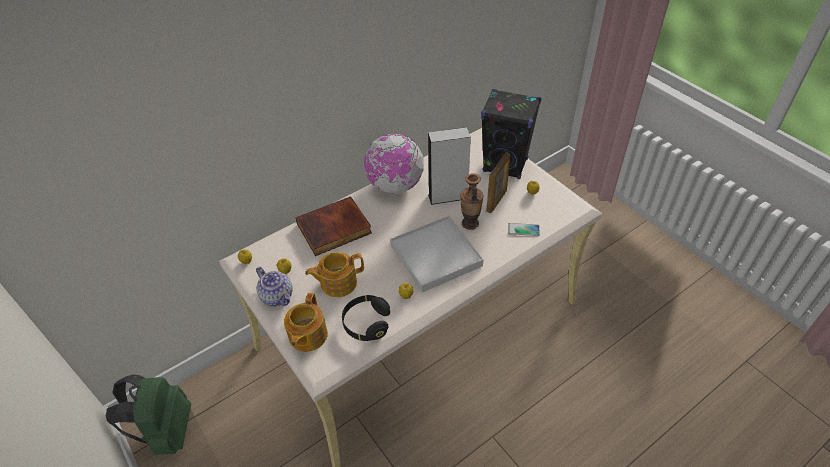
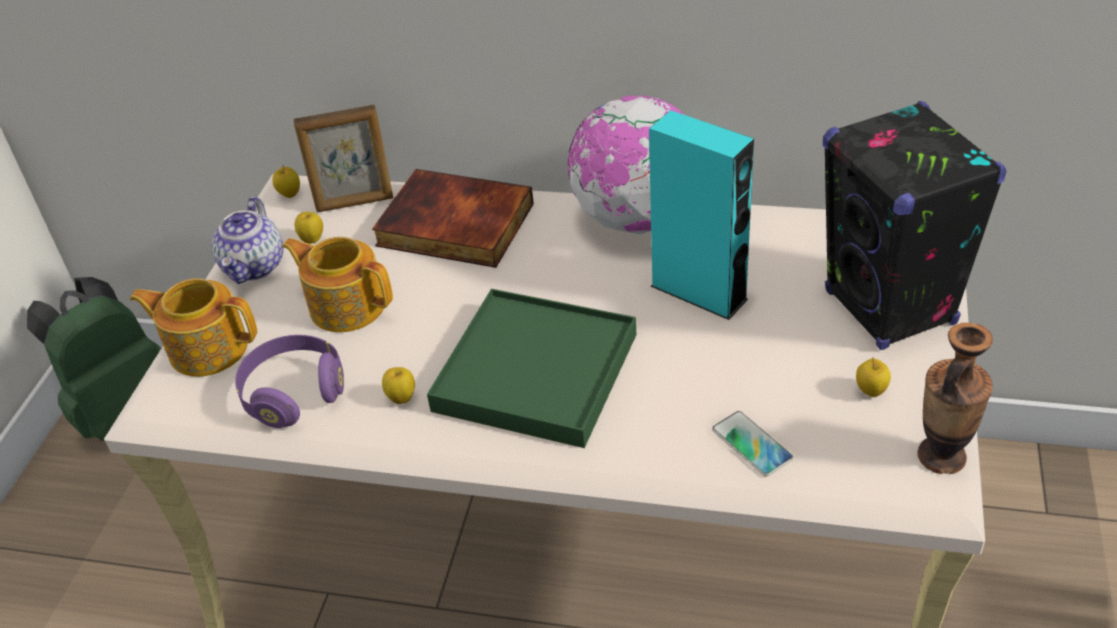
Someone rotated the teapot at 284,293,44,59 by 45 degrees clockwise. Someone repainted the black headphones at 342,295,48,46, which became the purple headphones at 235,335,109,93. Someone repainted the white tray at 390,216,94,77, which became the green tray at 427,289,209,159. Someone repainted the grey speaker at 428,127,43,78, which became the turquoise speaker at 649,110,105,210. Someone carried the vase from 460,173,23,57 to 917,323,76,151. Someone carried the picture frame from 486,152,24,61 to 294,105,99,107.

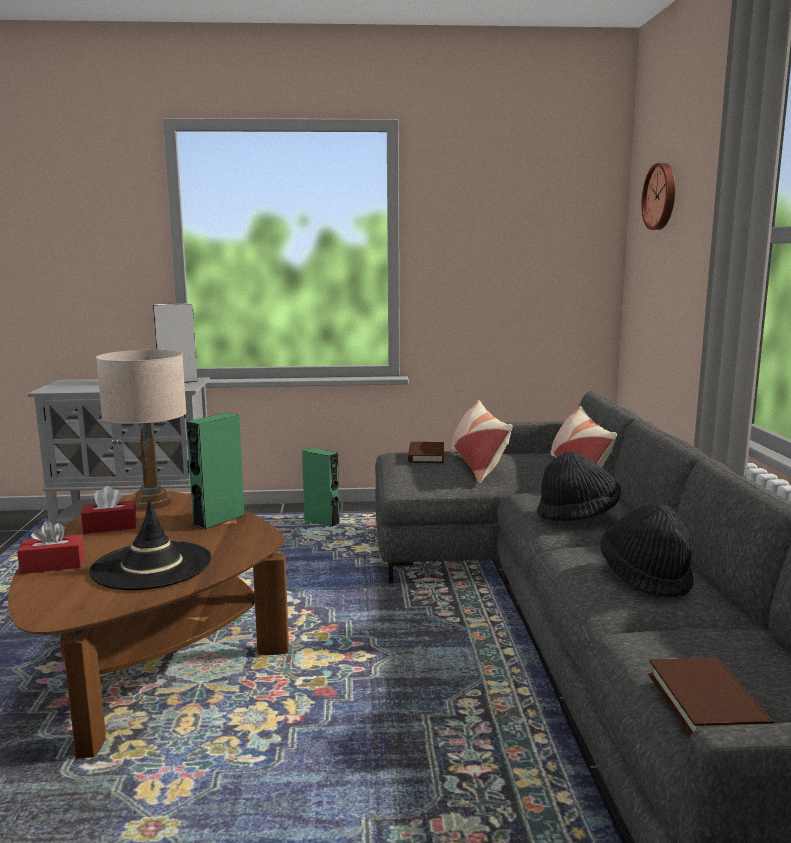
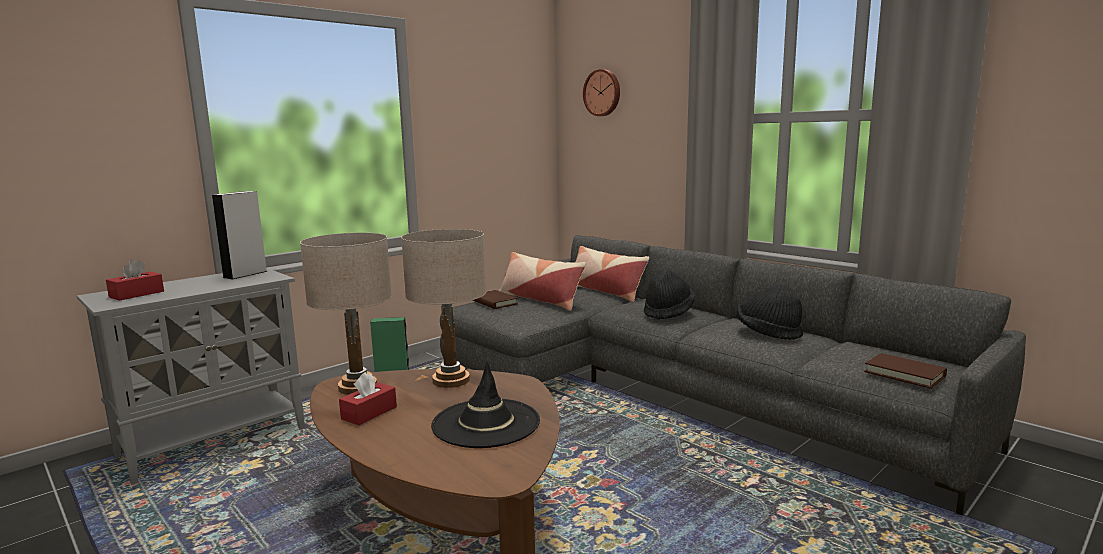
Someone carried the red tissue box from 17,521,67,53 to 106,259,58,42. Someone swapped the green speaker at 186,413,59,117 for the beige table lamp at 401,229,85,159.

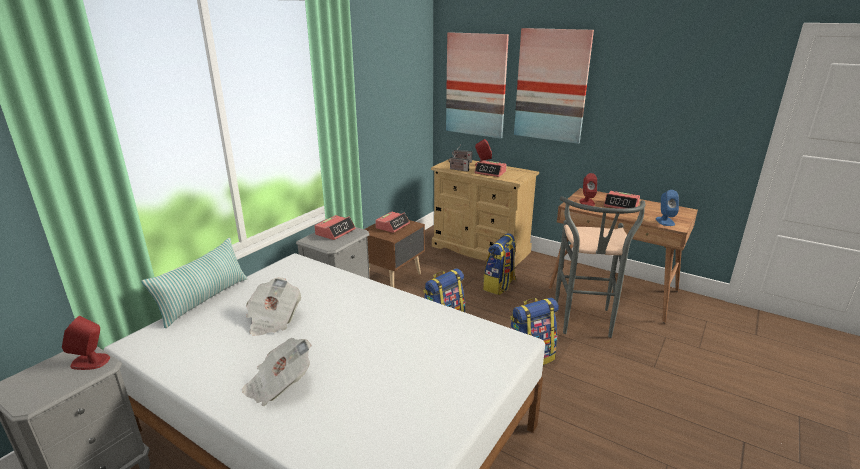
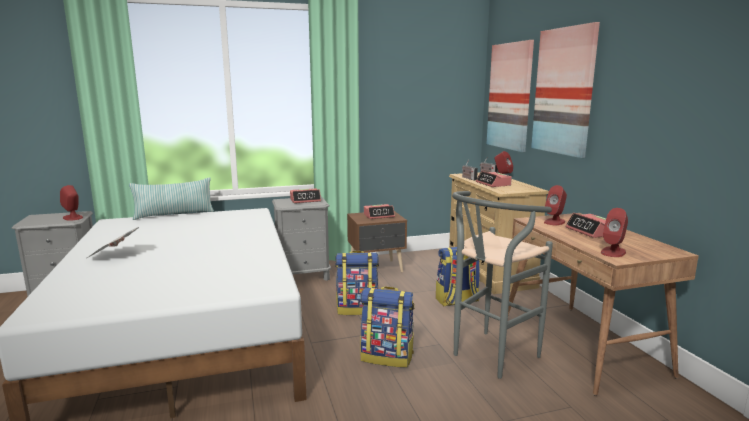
Someone took away the newspaper at 246,278,55,58. Someone repainted the blue speaker at 656,190,23,36, which became the red speaker at 601,208,27,49.

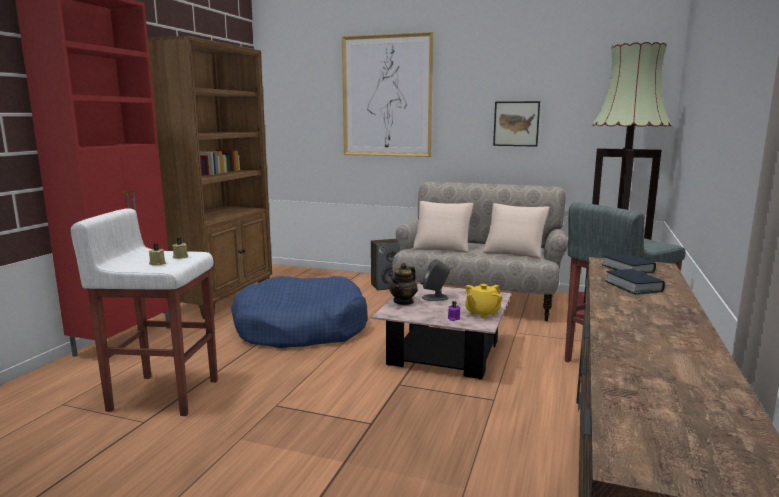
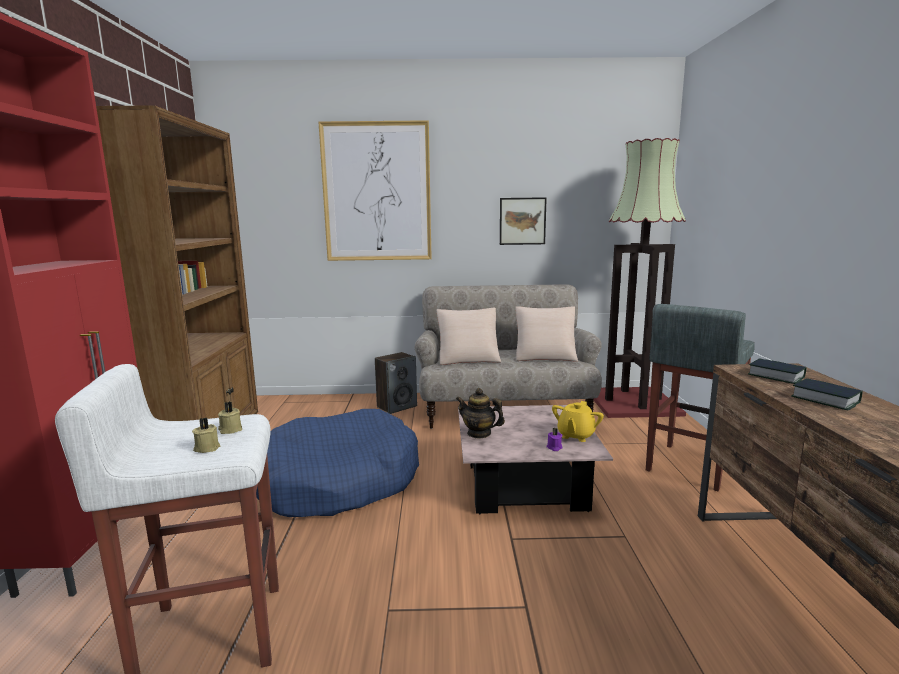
Someone rotated the teapot at 389,263,29,42 by 105 degrees clockwise. Someone took away the grey speaker at 422,259,28,42.

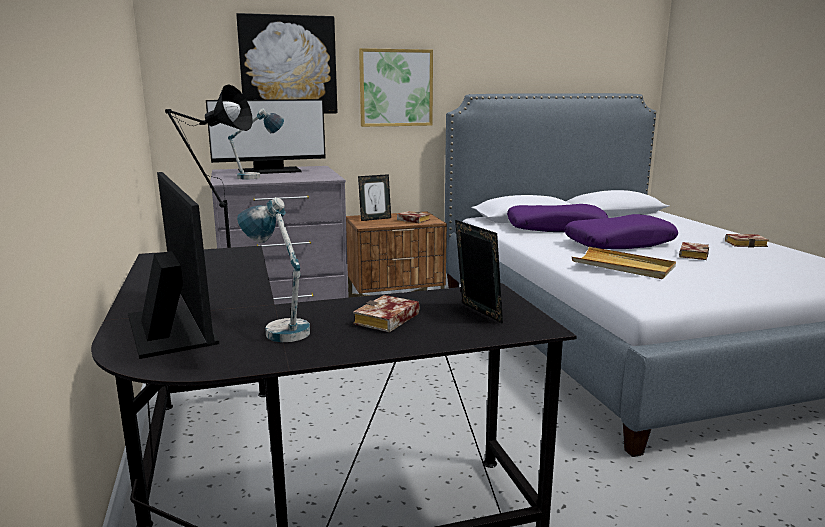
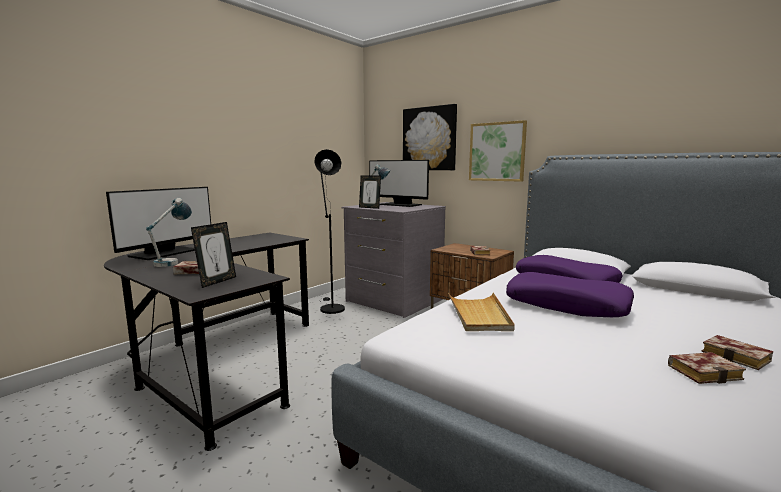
Someone carried the picture frame from 358,174,33,47 to 359,175,22,34. Someone carried the book from 679,242,30,18 to 668,352,78,32.

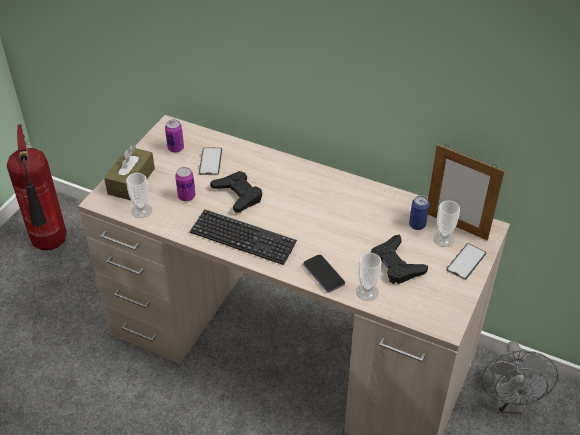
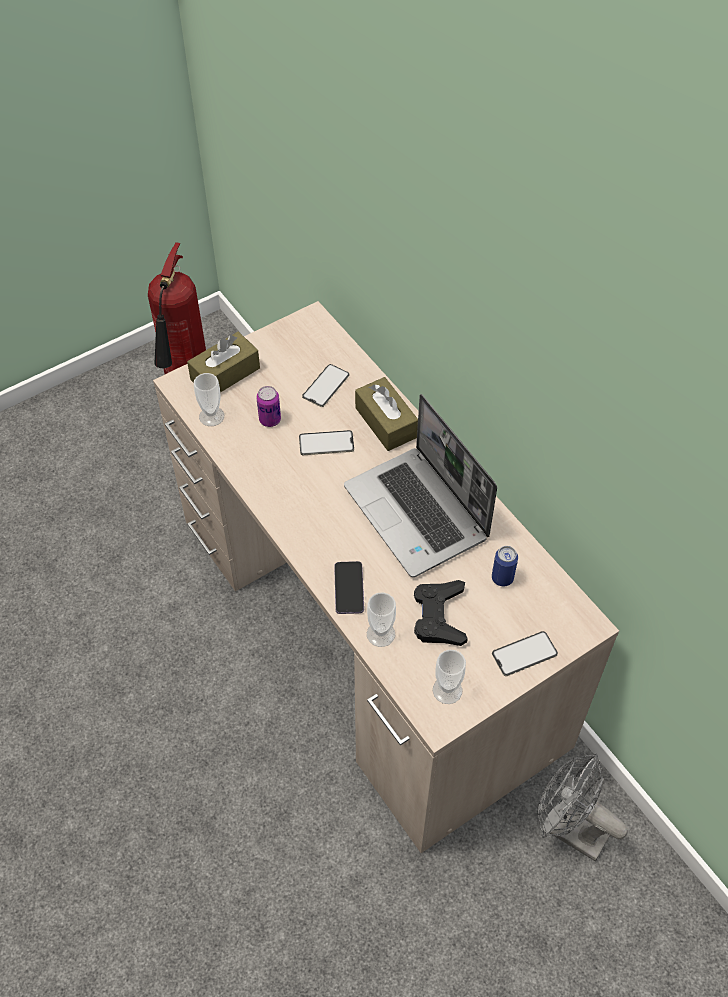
Someone took away the can at 165,119,19,33. Someone took away the keyboard at 190,209,107,56. Someone swapped the black game controller at 210,171,52,42 for the phone at 299,430,55,25. Someone took away the picture frame at 428,144,77,97. Someone carried the cup from 433,201,27,46 to 433,650,33,54. Someone rotated the grey fan at 482,341,76,73 by 90 degrees clockwise. Someone put down the laptop at 344,394,153,183. Someone put down the brown tissue box at 355,377,63,74.

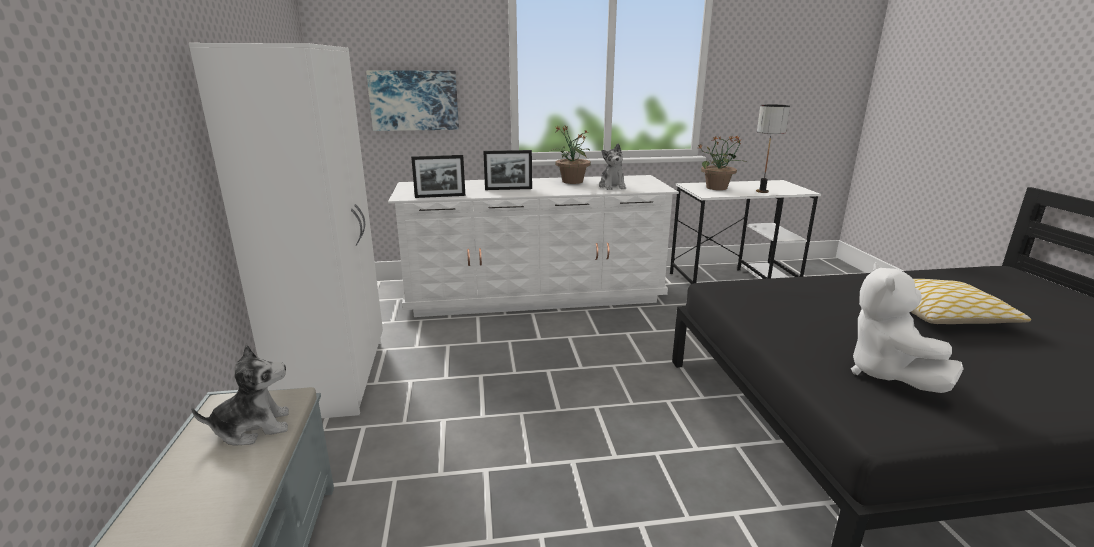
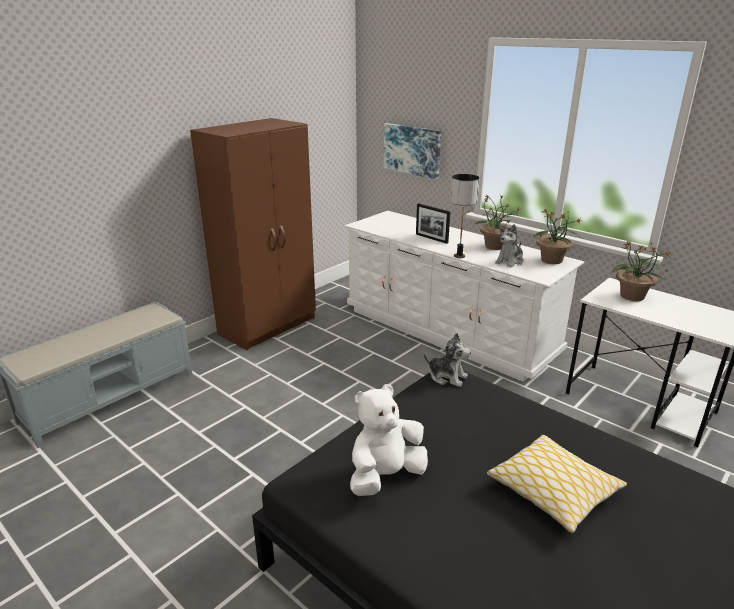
Someone repainted the white wardrobe at 189,43,194,375, which became the brown wardrobe at 190,118,126,232. Someone carried the plush toy from 191,344,98,101 to 424,333,47,54. Someone took away the picture frame at 411,155,55,43. Someone carried the table lamp from 756,104,34,89 to 450,174,29,84. Someone put down the potted plant at 533,208,49,56.

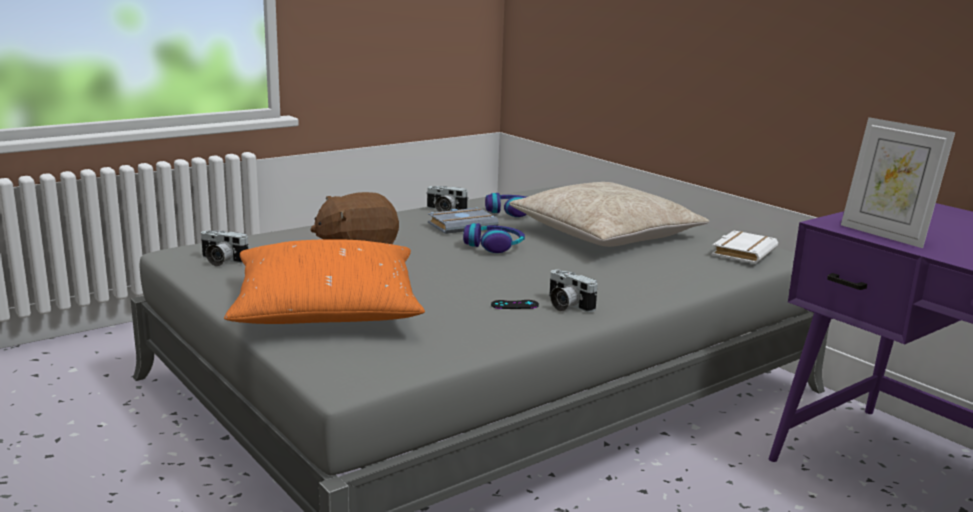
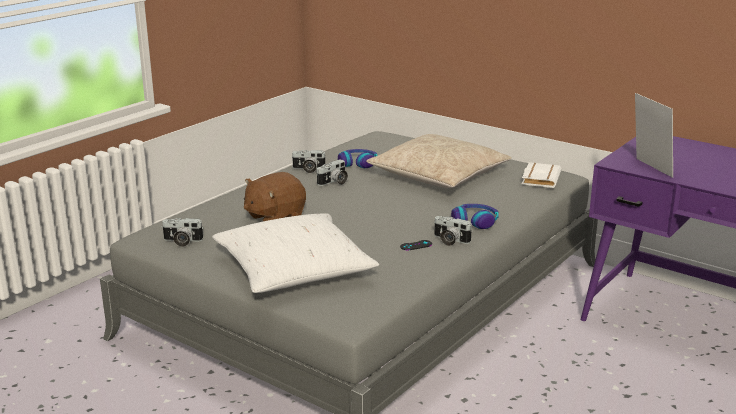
Someone repainted the orange pillow at 224,239,201,85, which became the white pillow at 212,213,167,80. Someone swapped the grey book at 428,208,71,26 for the photo camera at 317,159,31,27. Someone carried the headphones from 463,223,62,30 to 451,204,48,25. Someone rotated the picture frame at 841,117,114,131 by 150 degrees counterclockwise.

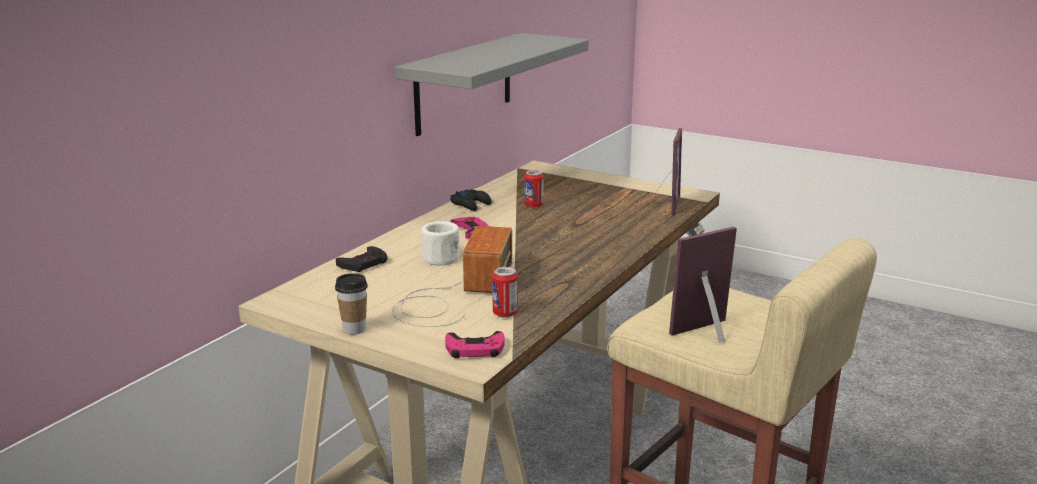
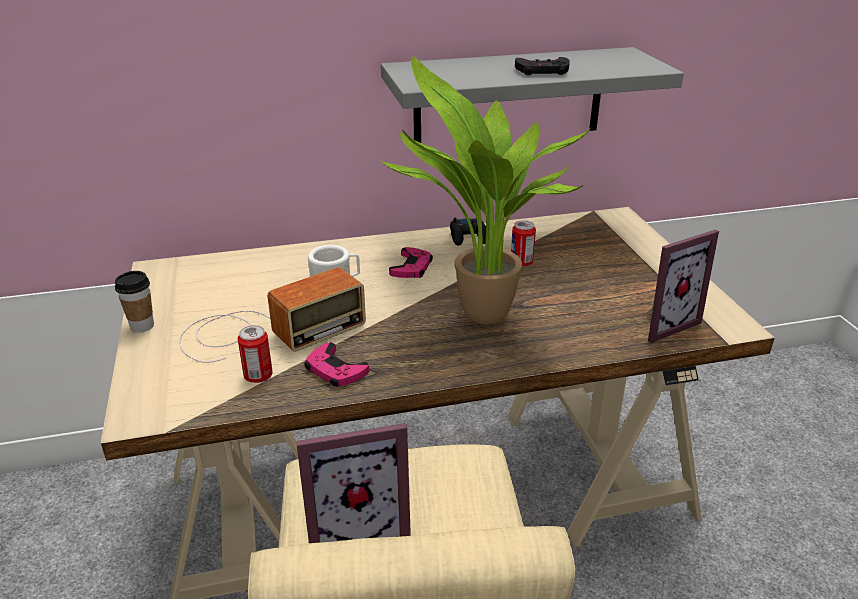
Someone carried the black game controller from 336,246,52,26 to 515,57,55,18. Someone carried the pink game controller from 445,331,60,27 to 304,342,65,45. Someone rotated the picture frame at 669,227,68,116 by 150 degrees clockwise. Someone put down the potted plant at 378,57,214,268.

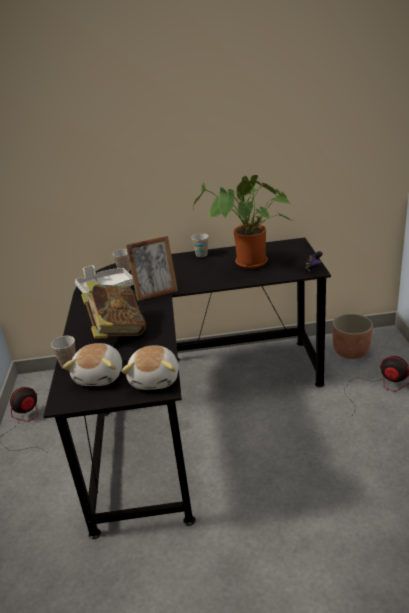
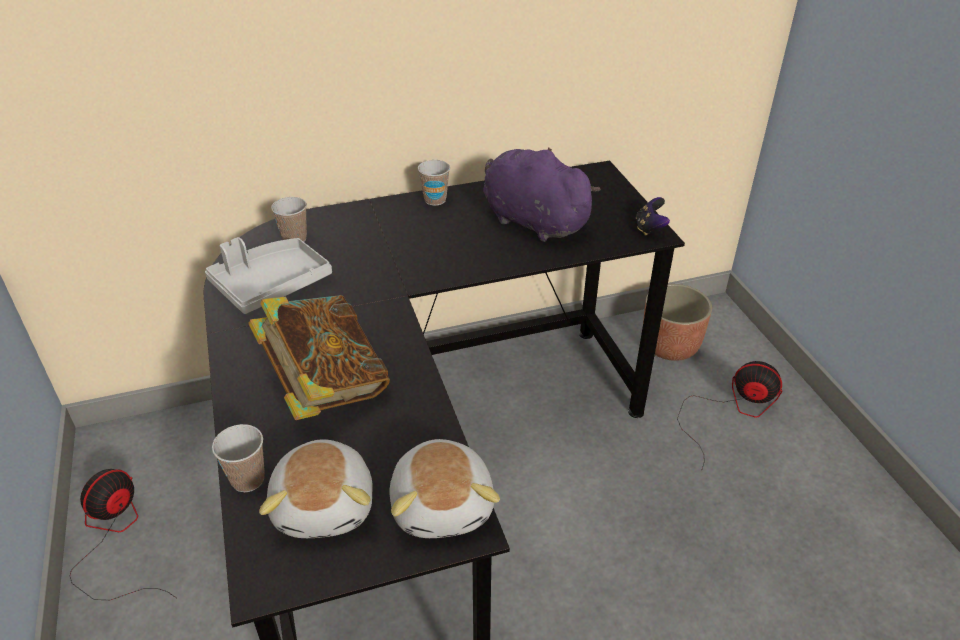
Someone took away the picture frame at 126,235,52,66. Someone swapped the potted plant at 193,175,98,94 for the purple plush toy at 483,147,118,95.

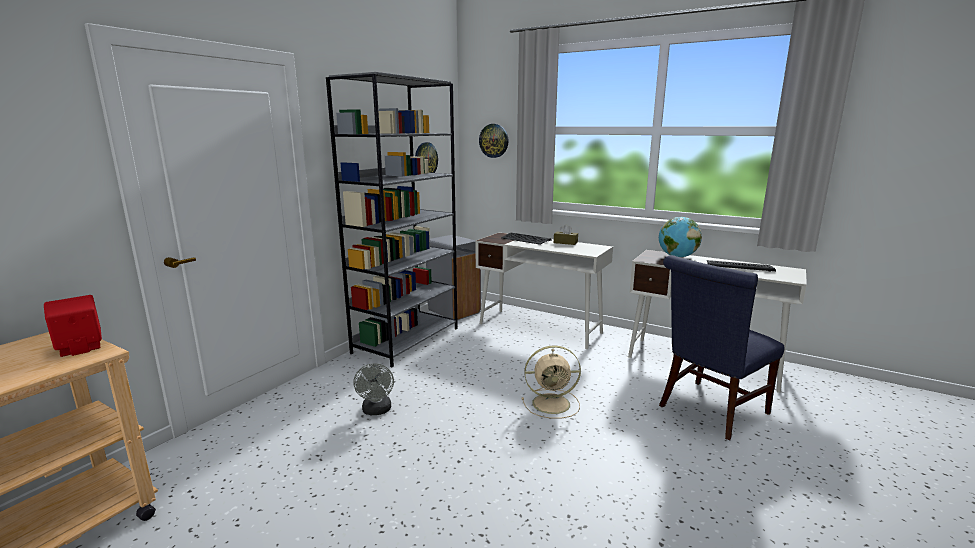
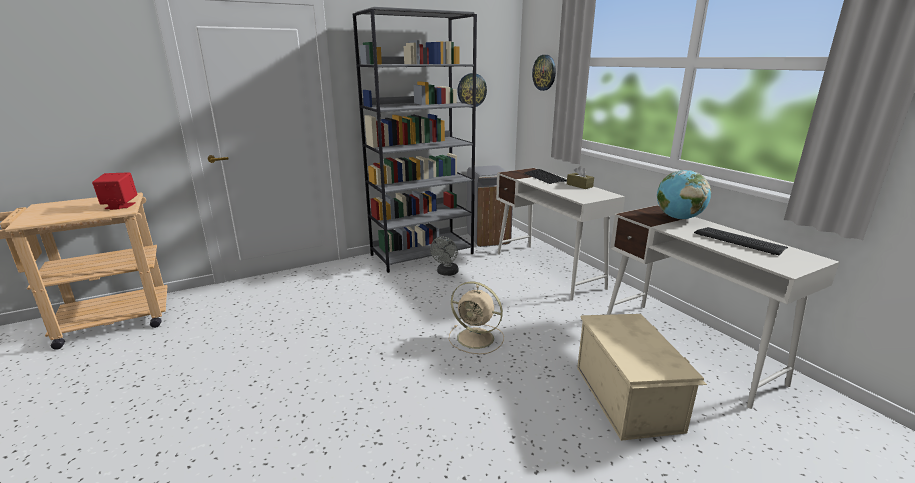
Someone carried the grey fan from 353,363,41,52 to 430,236,29,40. Someone swapped the blue chair at 659,255,125,185 for the beige storage box at 577,314,130,127.

